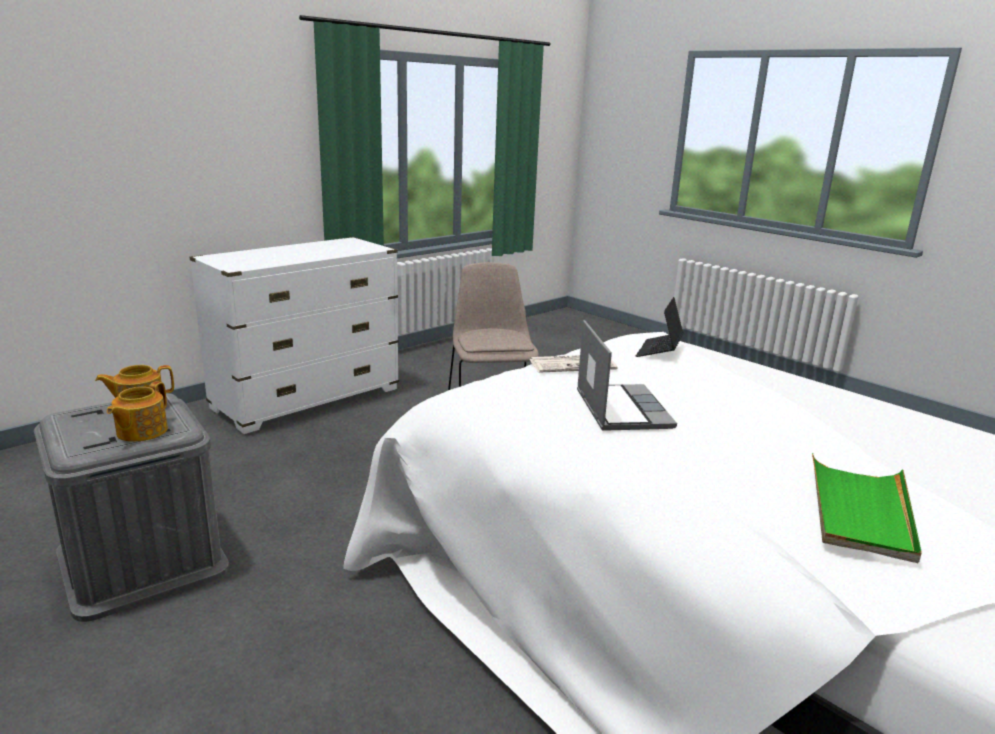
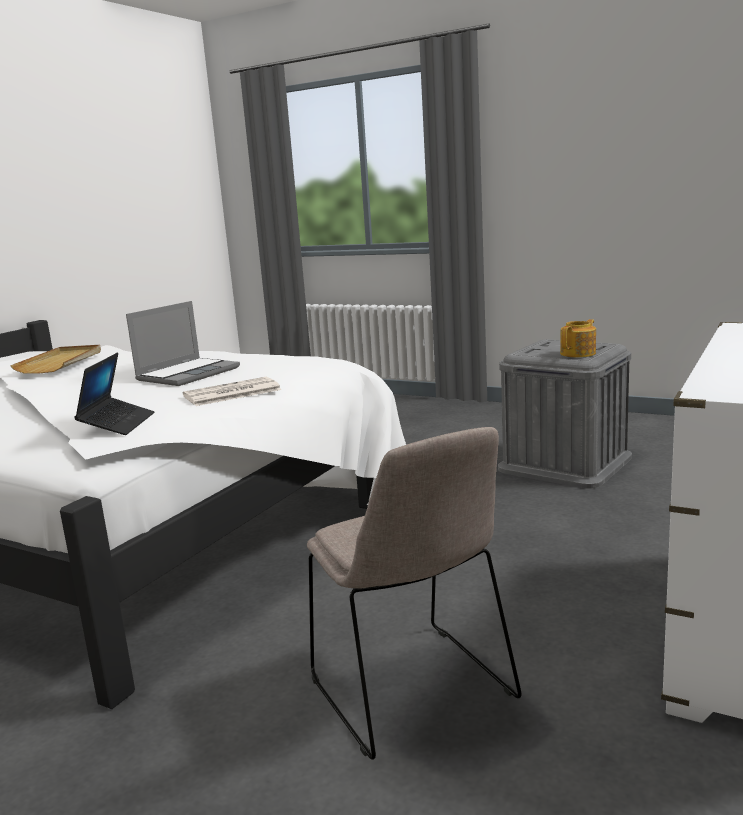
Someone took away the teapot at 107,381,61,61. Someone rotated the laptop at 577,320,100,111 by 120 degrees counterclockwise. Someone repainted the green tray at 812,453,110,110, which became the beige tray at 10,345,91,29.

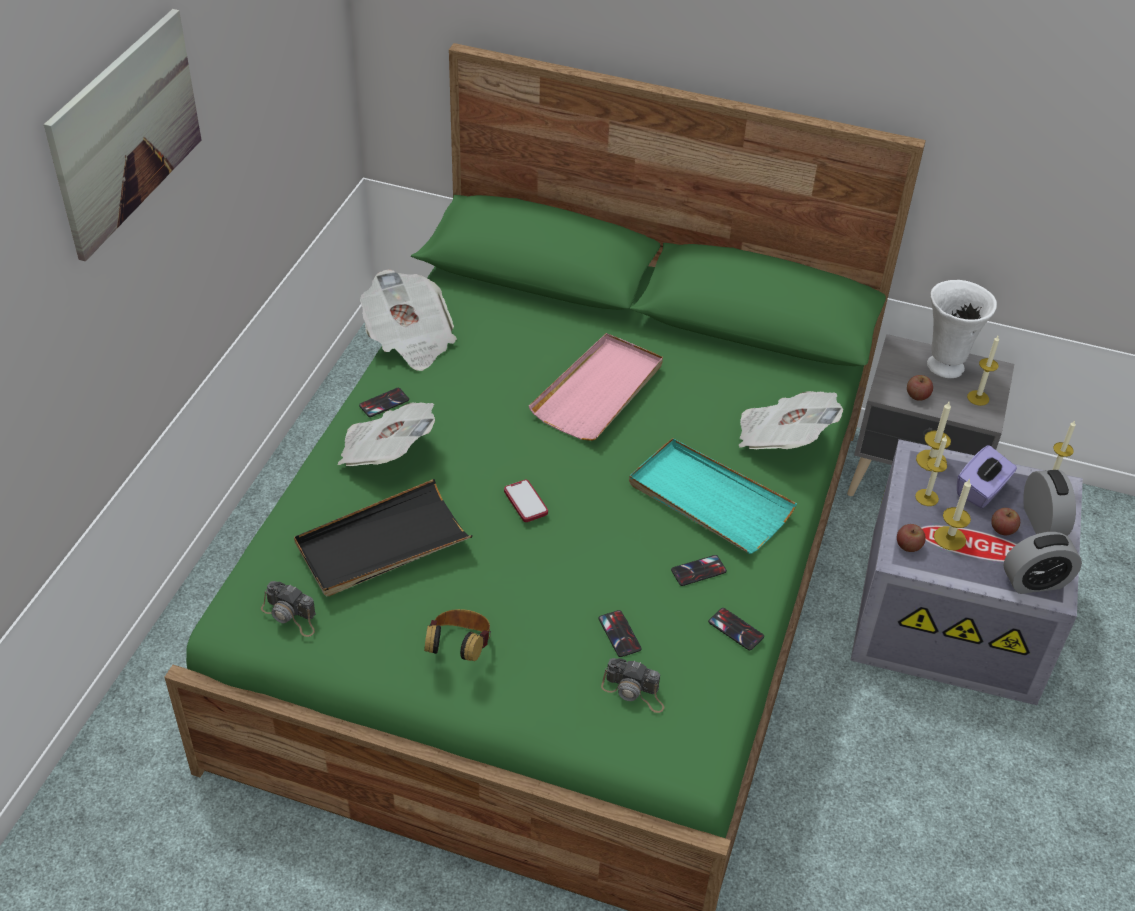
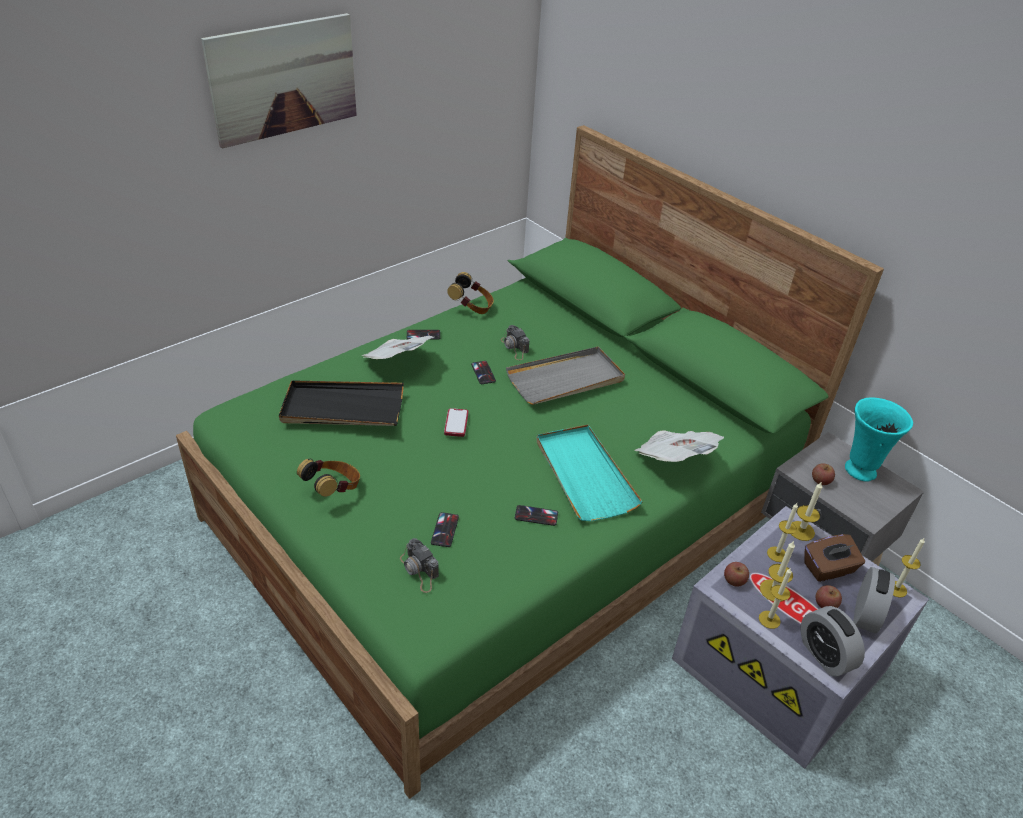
Someone carried the photo camera from 261,581,55,56 to 501,325,28,35. Someone swapped the newspaper at 360,269,97,102 for the headphones at 447,272,47,42. Someone repainted the pink tray at 529,333,134,108, which became the grey tray at 506,347,119,58. Someone carried the phone from 708,608,56,42 to 471,361,25,23. Someone repainted the white vase at 927,280,70,98, which became the turquoise vase at 845,397,68,85. Someone repainted the purple tissue box at 957,445,60,63, which became the brown tissue box at 804,534,61,48. Someone carried the candle from 967,336,32,70 to 759,568,33,61. Someone rotated the alarm clock at 1003,532,79,62 by 45 degrees clockwise.

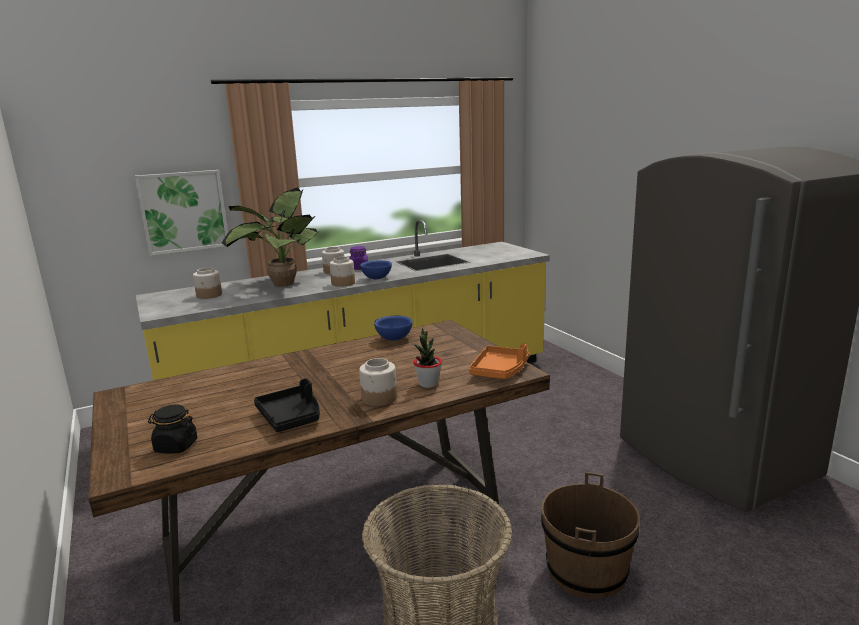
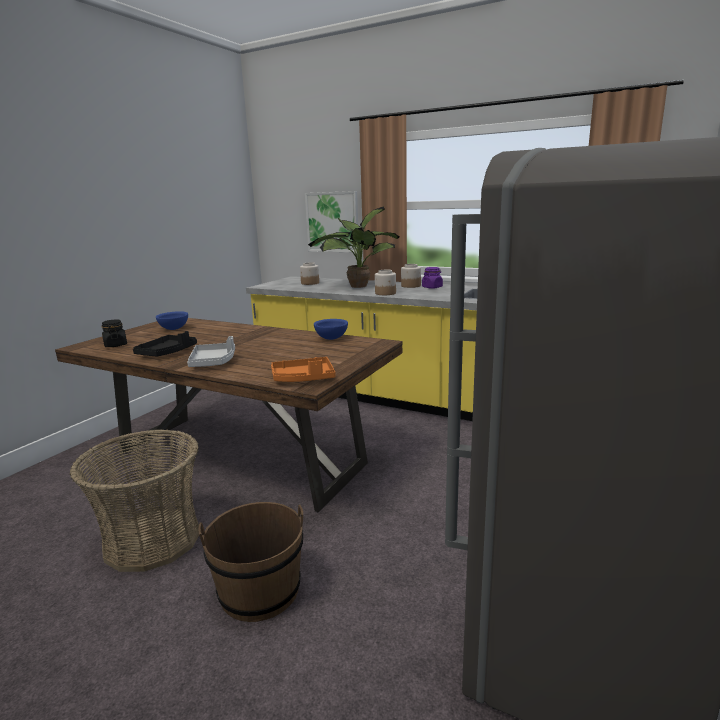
Someone swapped the jar at 359,358,38,48 for the grey tray at 187,336,48,31. Someone carried the blue bowl from 360,260,32,19 to 156,311,32,19. Someone took away the potted plant at 413,328,29,60.

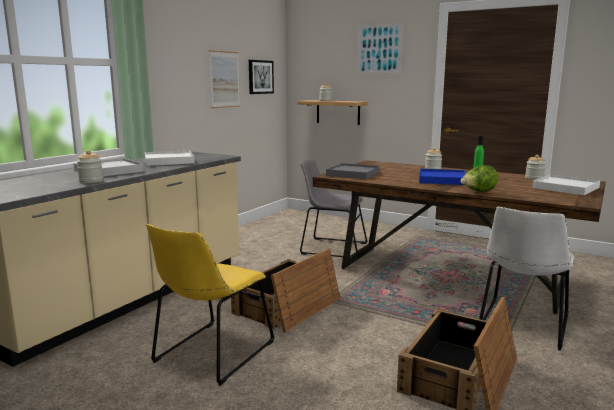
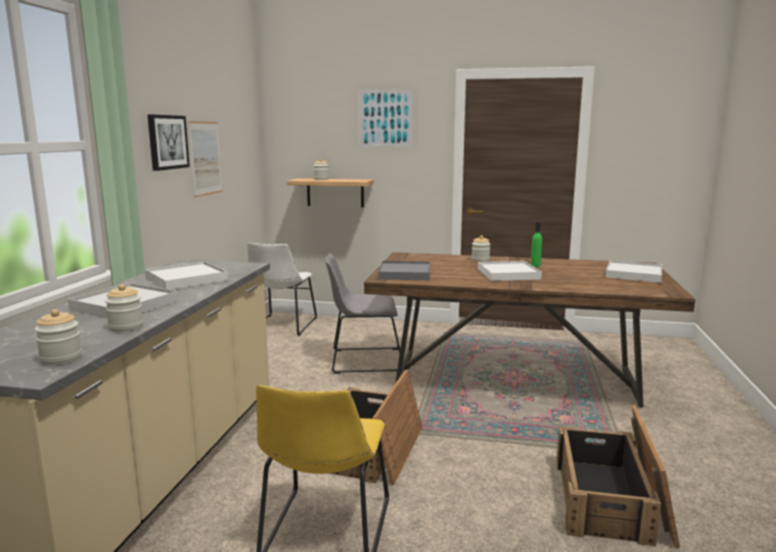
Someone carried the picture from 249,60,25,34 to 148,114,42,57. Someone repainted the blue tray at 419,169,47,16, which became the white tray at 478,261,64,20. Someone took away the lettuce at 461,165,37,27. Someone carried the white chair from 479,206,95,145 to 248,242,69,94. Someone carried the jar from 525,155,21,25 to 35,309,47,56.

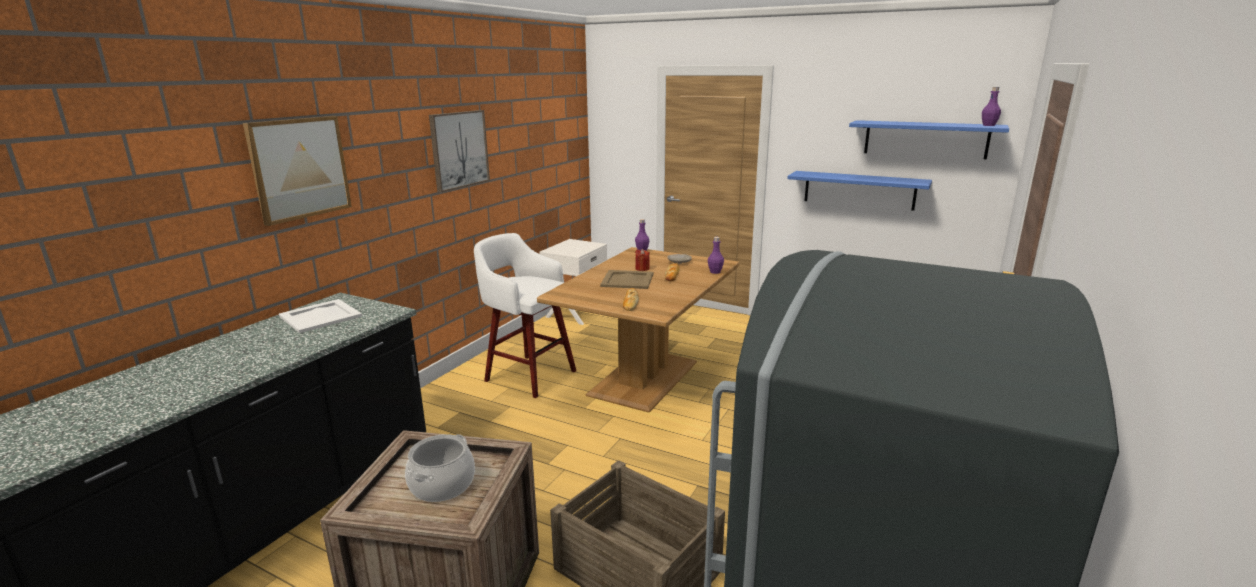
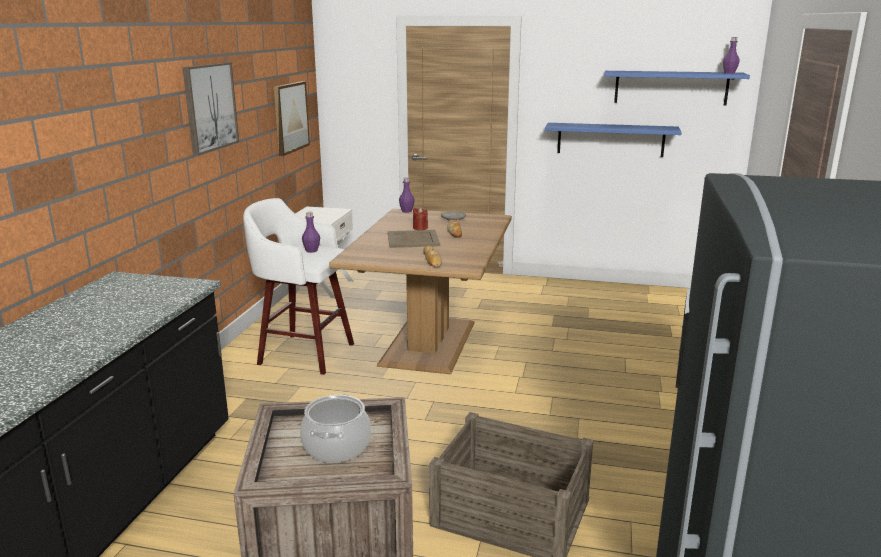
Someone carried the picture from 243,116,109,110 to 274,81,36,75. Someone took away the white tray at 279,299,83,34. Someone carried the purple bottle from 708,237,16,37 to 302,212,18,41.

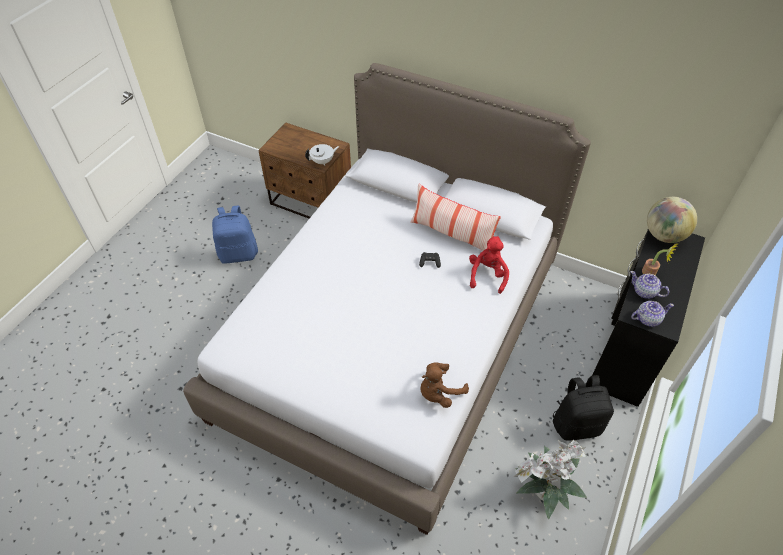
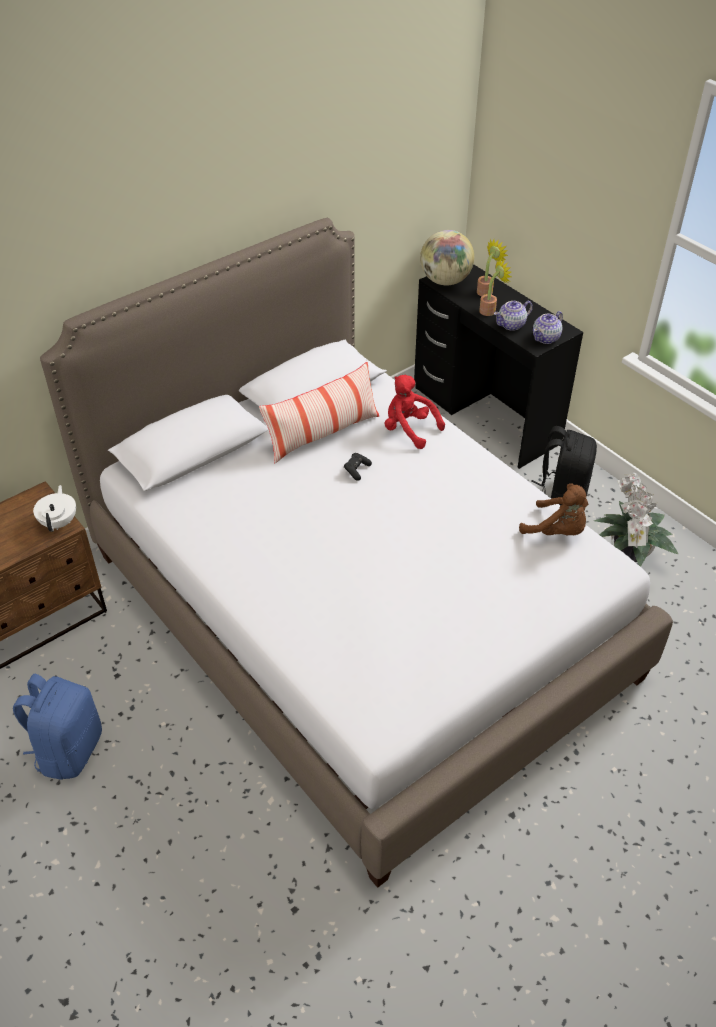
Someone rotated the brown plush toy at 420,362,49,46 by 45 degrees counterclockwise. Someone rotated the teapot at 631,301,43,26 by 150 degrees counterclockwise. Someone put down the potted plant at 477,239,31,57.

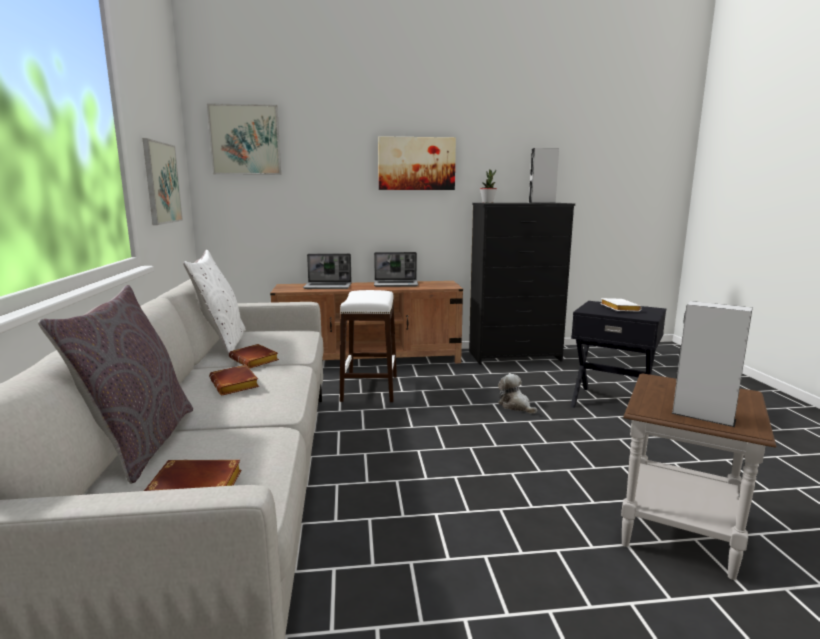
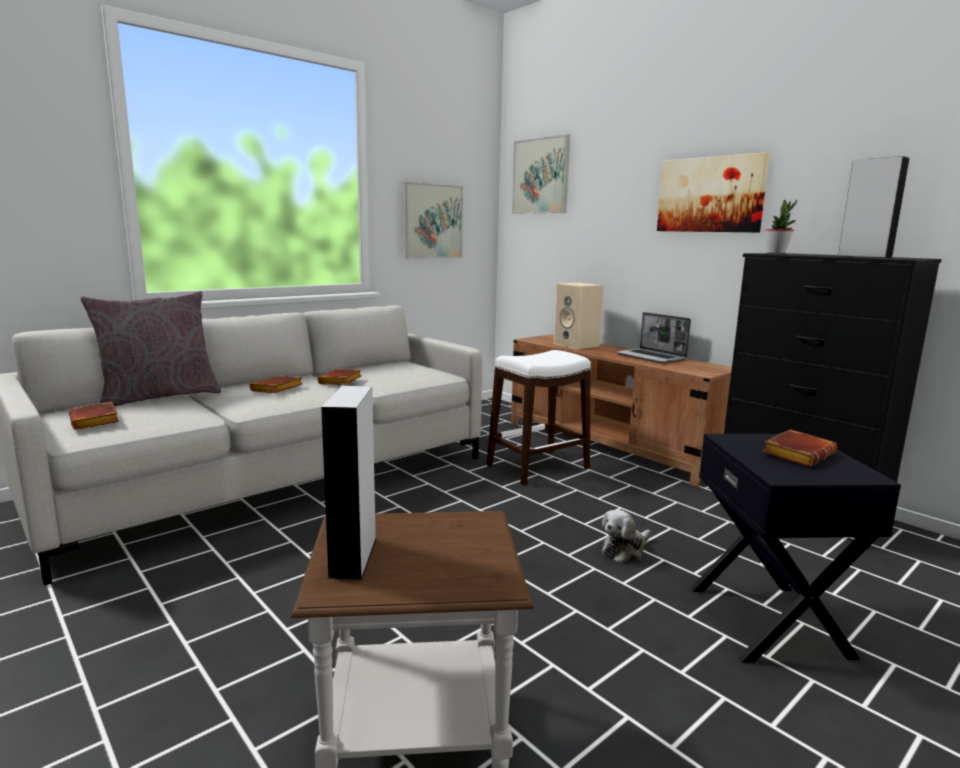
Someone took away the white pillow at 183,250,63,106. Someone swapped the laptop at 303,254,49,35 for the beige speaker at 554,283,50,66. Someone rotated the plush toy at 498,374,39,40 by 150 degrees counterclockwise. Someone repainted the white book at 600,298,42,14, which became the brown book at 762,429,75,38.

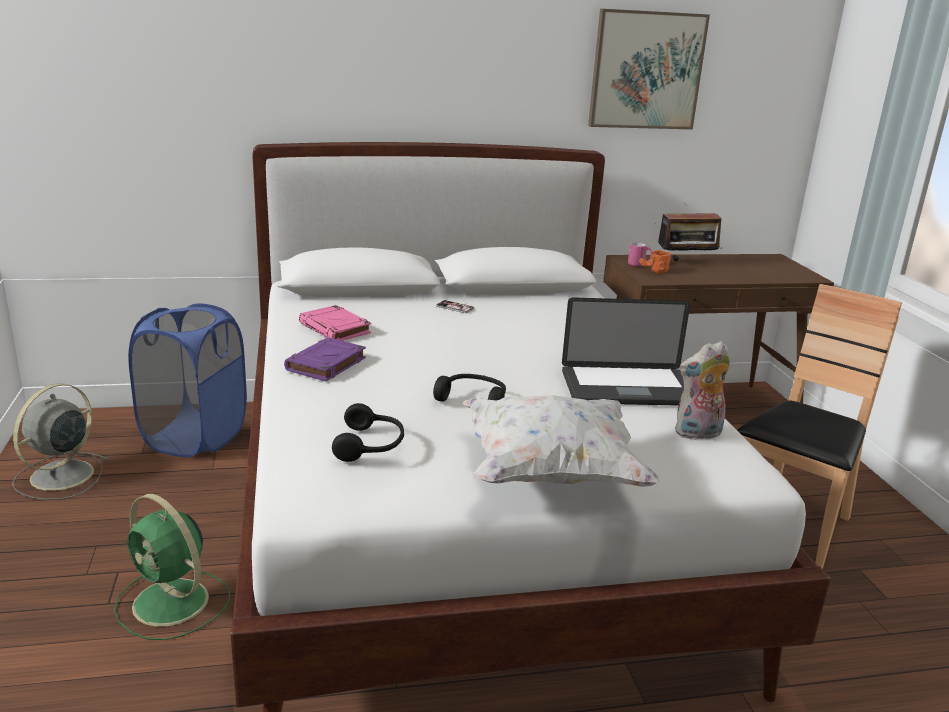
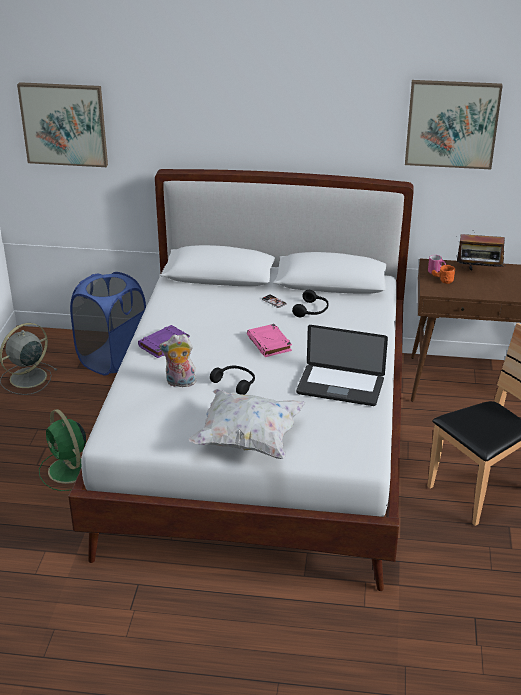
Someone carried the pink book from 299,305,72,36 to 247,324,45,33. Someone carried the black headphones from 332,403,72,59 to 292,290,37,27. Someone carried the plush toy from 675,341,55,99 to 159,334,37,53. Someone put up the picture at 17,82,91,85.

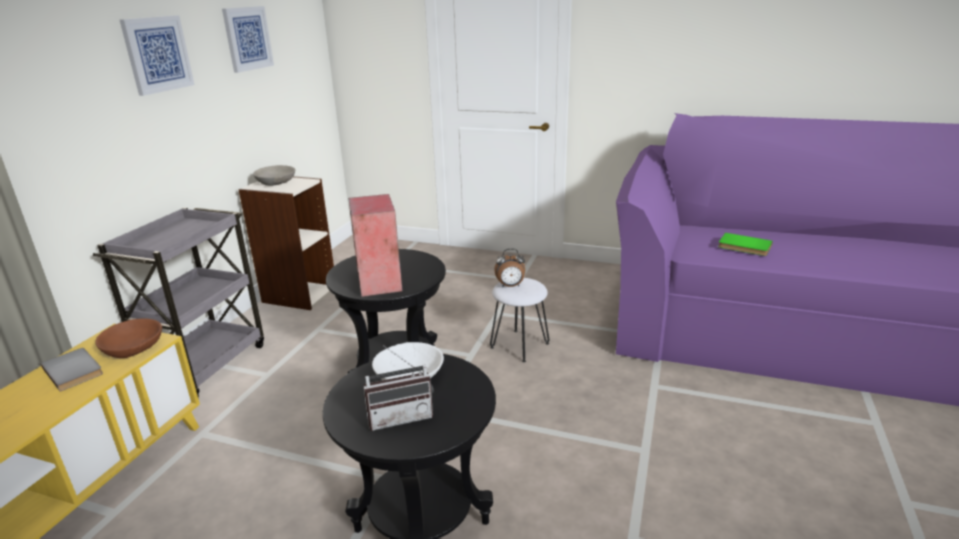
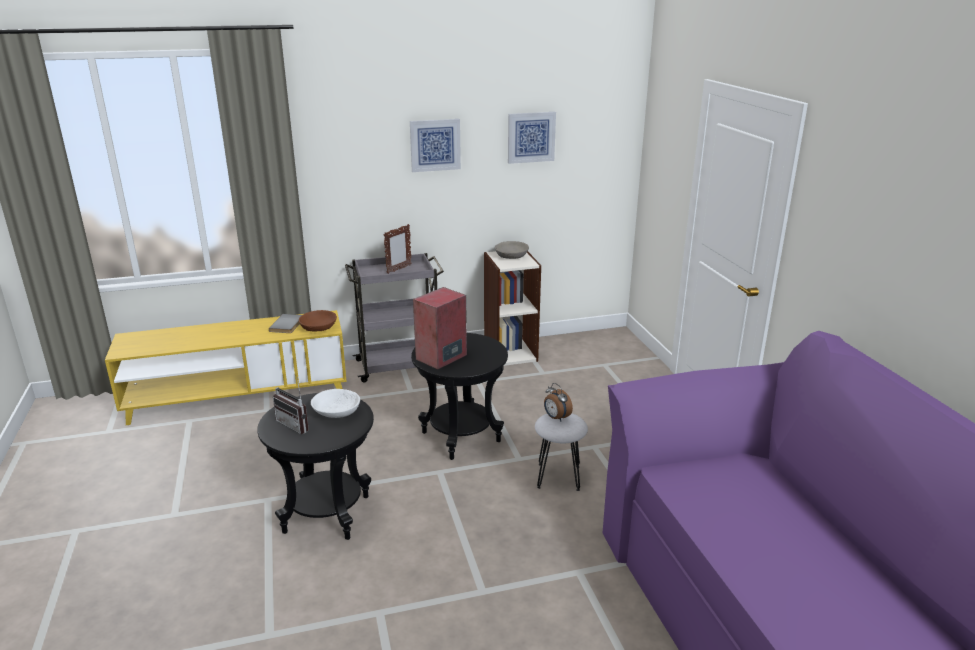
Someone took away the green book at 718,233,55,23. Someone put down the picture frame at 384,224,28,50.

